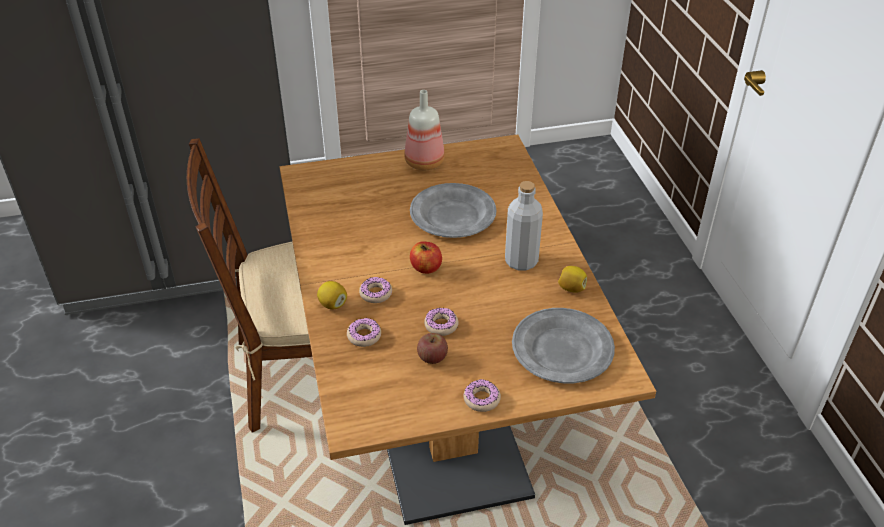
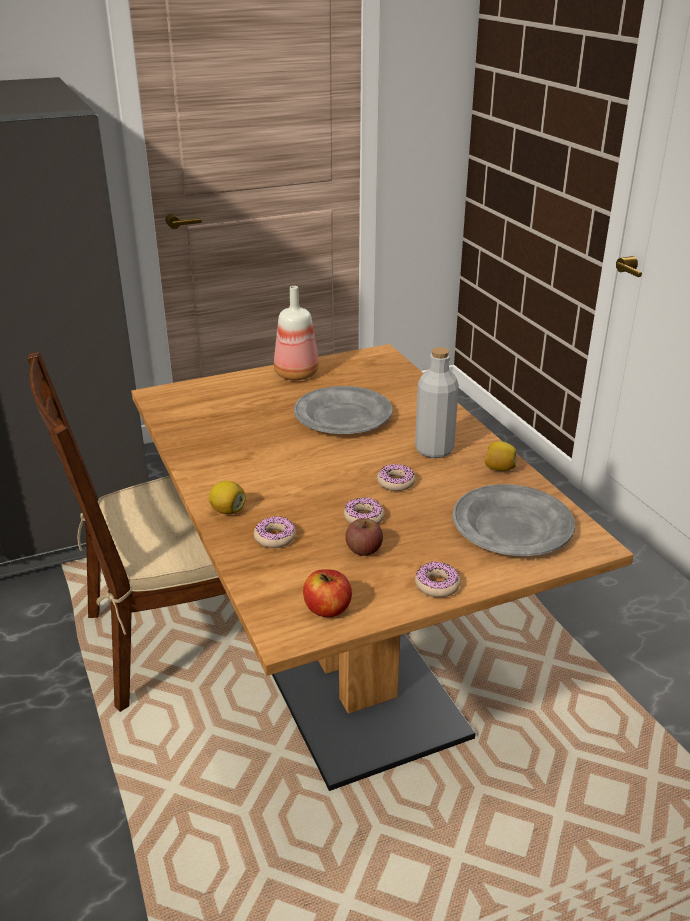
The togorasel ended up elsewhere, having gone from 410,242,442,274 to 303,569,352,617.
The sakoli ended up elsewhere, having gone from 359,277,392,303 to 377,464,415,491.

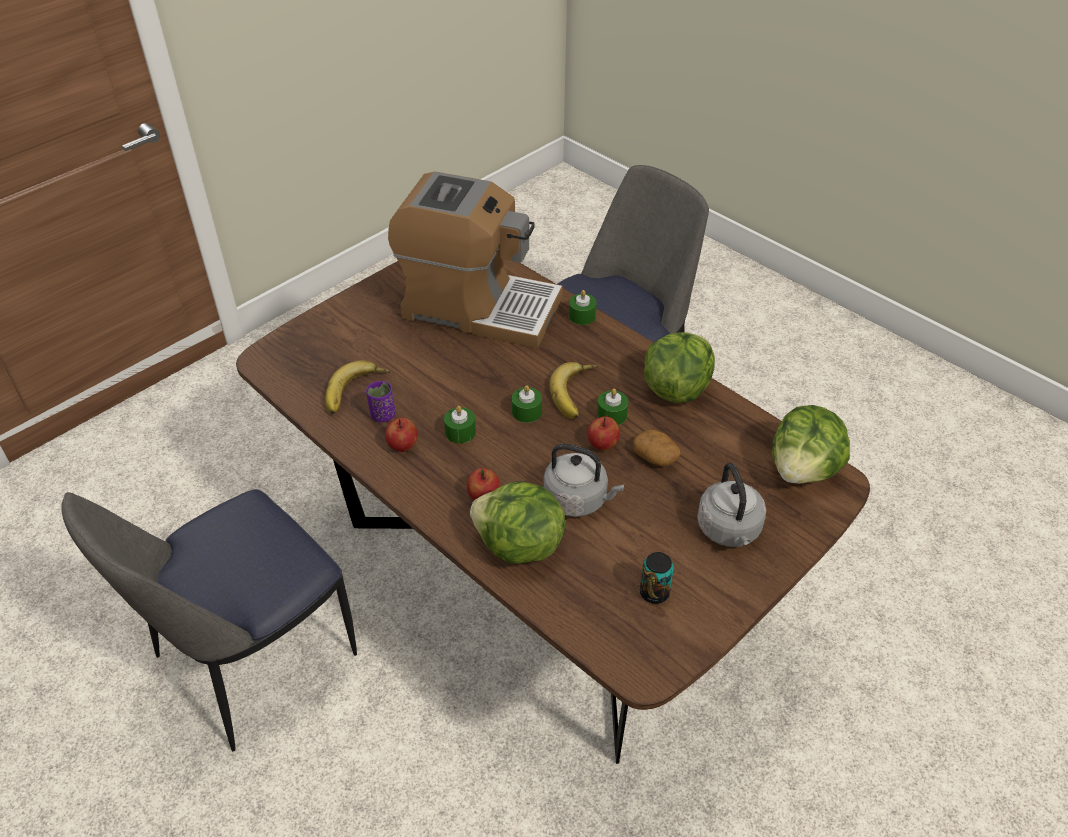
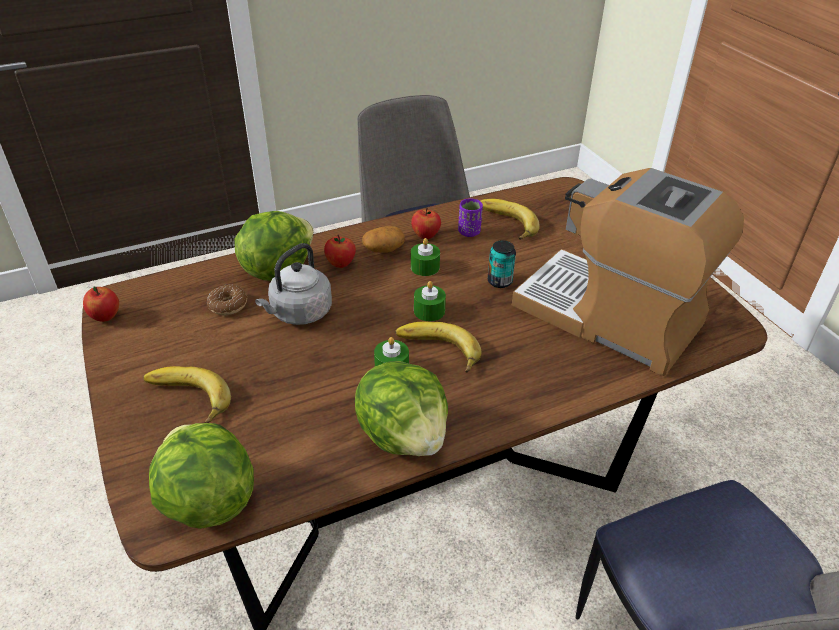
The togorasel ended up elsewhere, having gone from 587,416,620,450 to 83,287,119,322.
Where the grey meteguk stood at 697,463,766,547, the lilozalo came to stand at 143,366,231,423.
The second view gained the sakoli at 207,284,247,315.
The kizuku ended up elsewhere, having gone from 633,430,681,466 to 362,226,405,253.
The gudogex ended up elsewhere, having gone from 640,552,674,604 to 488,240,516,288.
The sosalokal at 388,172,563,348 ended up facing another way, 90 degrees clockwise from before.
The second view lost the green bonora at 569,290,597,325.

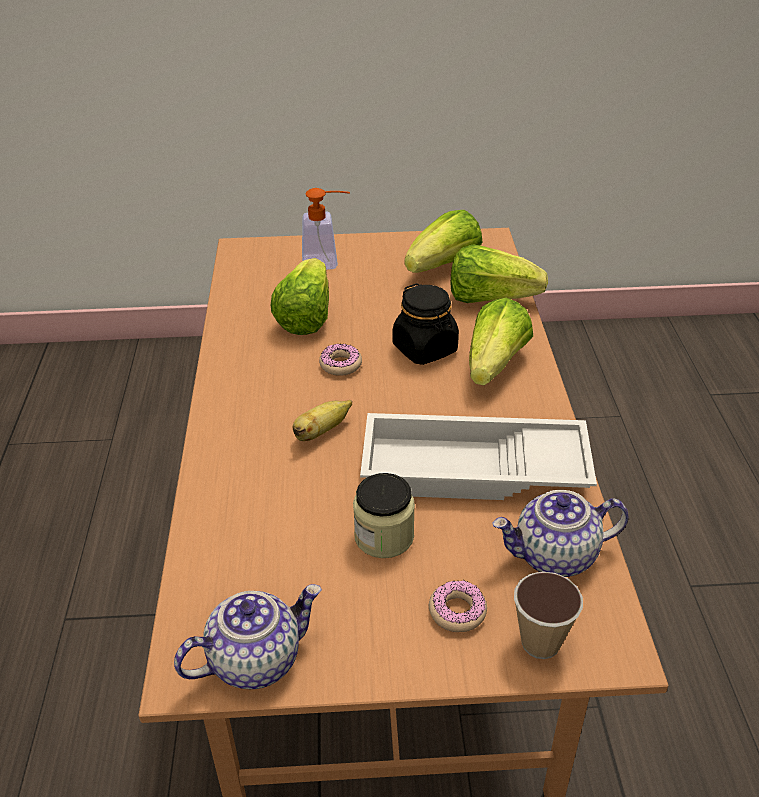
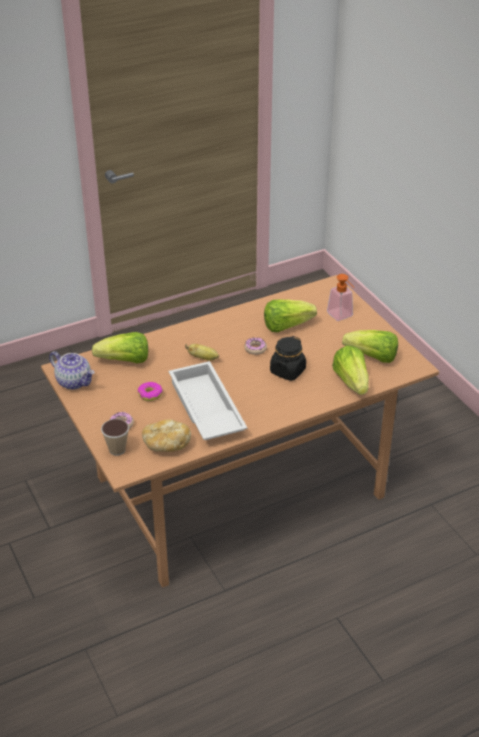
The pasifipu ended up elsewhere, having gone from 469,298,533,385 to 92,332,148,363.
Where the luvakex stood at 353,473,415,558, the sakoli came to stand at 138,382,163,401.
Where the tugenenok stood at 492,490,629,577, the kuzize came to stand at 142,419,191,452.

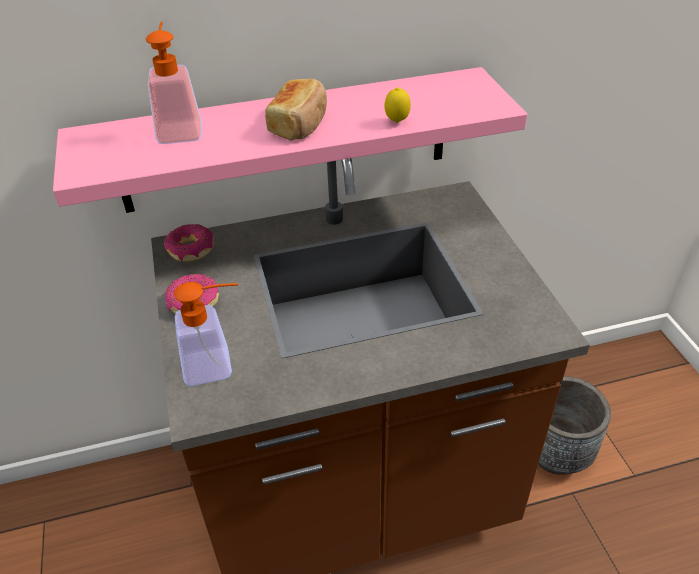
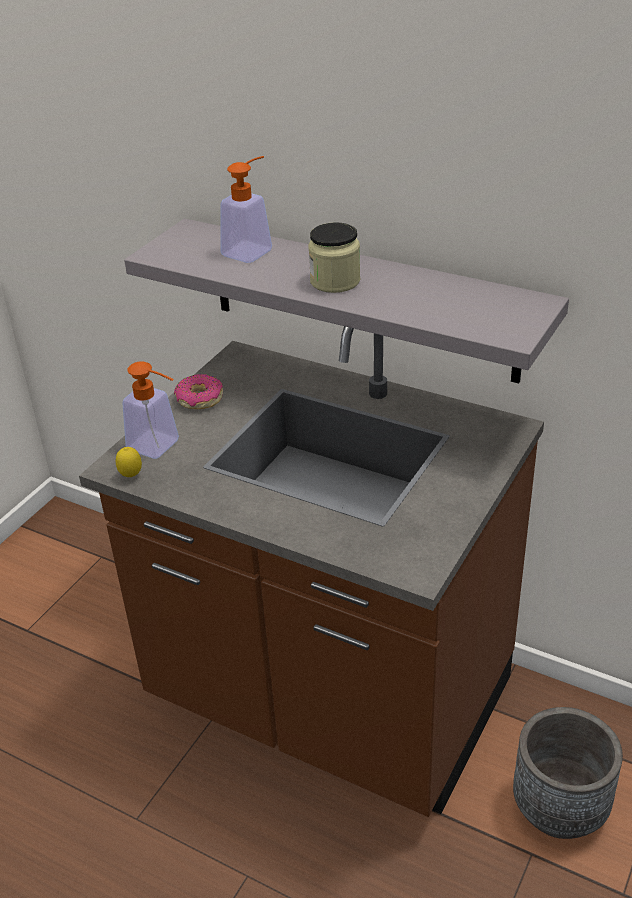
The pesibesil ended up elsewhere, having gone from 384,87,411,123 to 116,447,142,477.
What was the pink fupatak at 53,67,527,213 turned into the grey fupatak at 124,219,569,383.
Where the kuzize stood at 265,79,327,141, the luvakex came to stand at 308,222,360,293.
The second view lost the sakoli at 164,224,214,262.

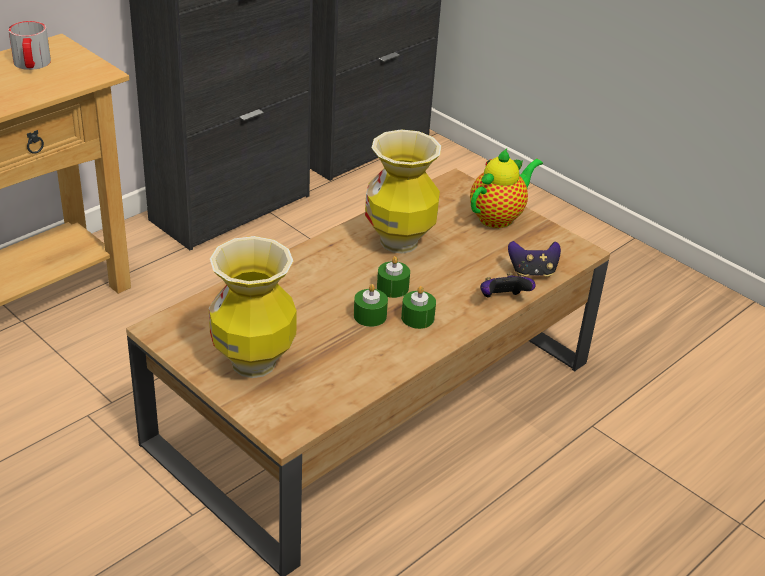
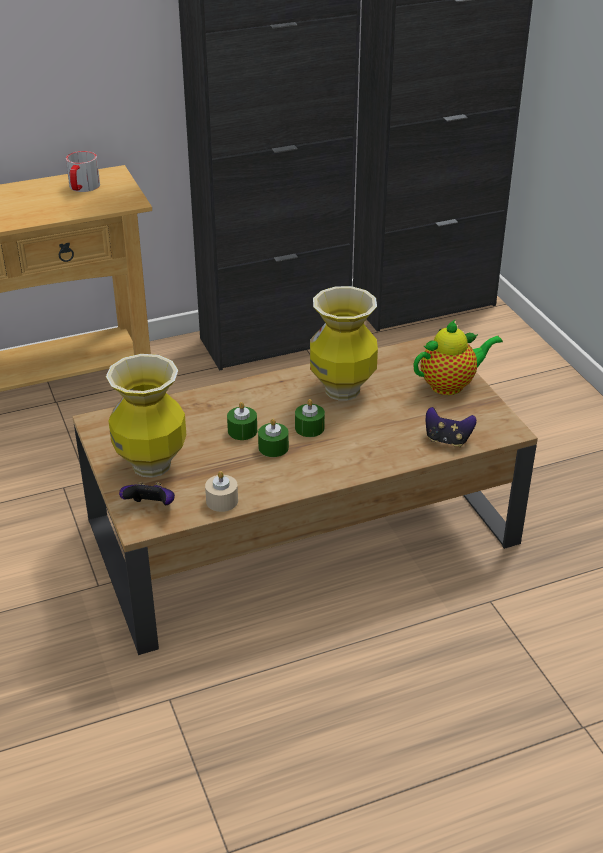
The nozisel ended up elsewhere, having gone from 480,273,536,297 to 119,482,175,505.
The second view gained the beige bonora at 205,471,238,512.
The green bonora ended up elsewhere, having gone from 401,286,436,329 to 227,402,257,440.

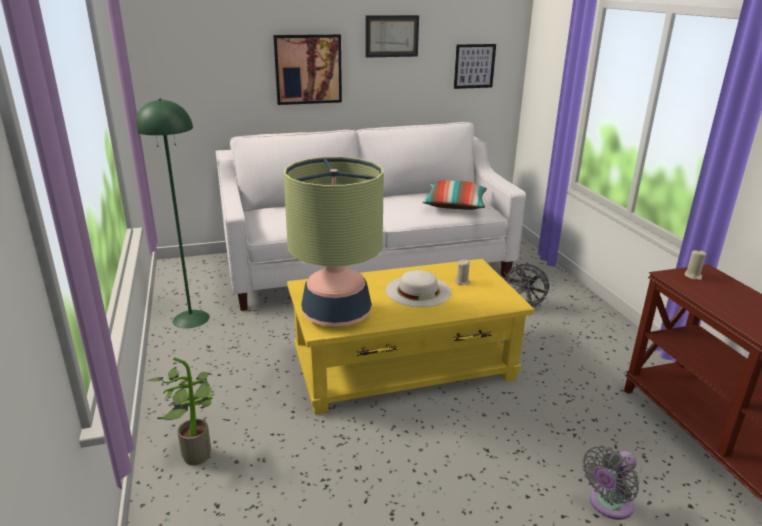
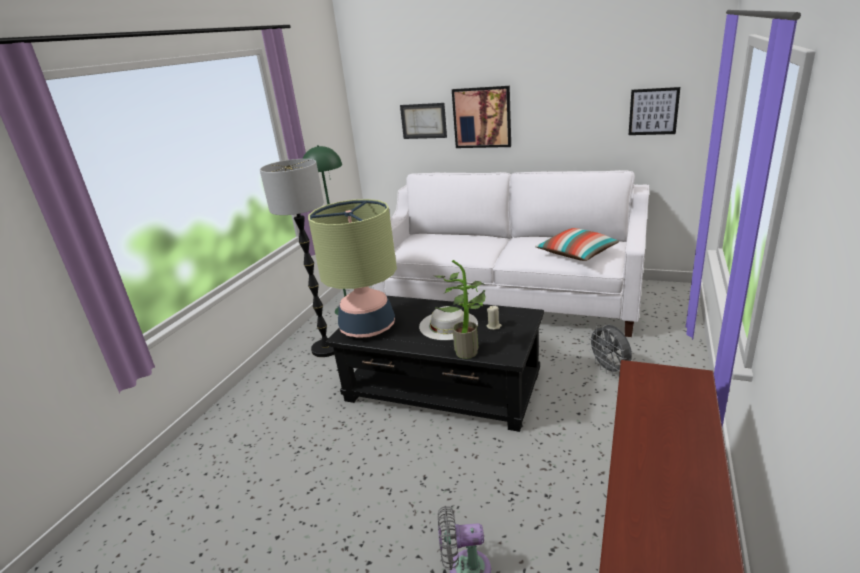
The second view gained the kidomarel at 260,159,334,357.
What was the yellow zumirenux at 287,259,535,415 turned into the black zumirenux at 325,296,544,432.
The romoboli ended up elsewhere, having gone from 365,15,419,58 to 400,103,447,139.
The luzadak ended up elsewhere, having gone from 146,357,213,465 to 432,260,486,359.
The second view lost the beige bonora at 684,250,706,280.

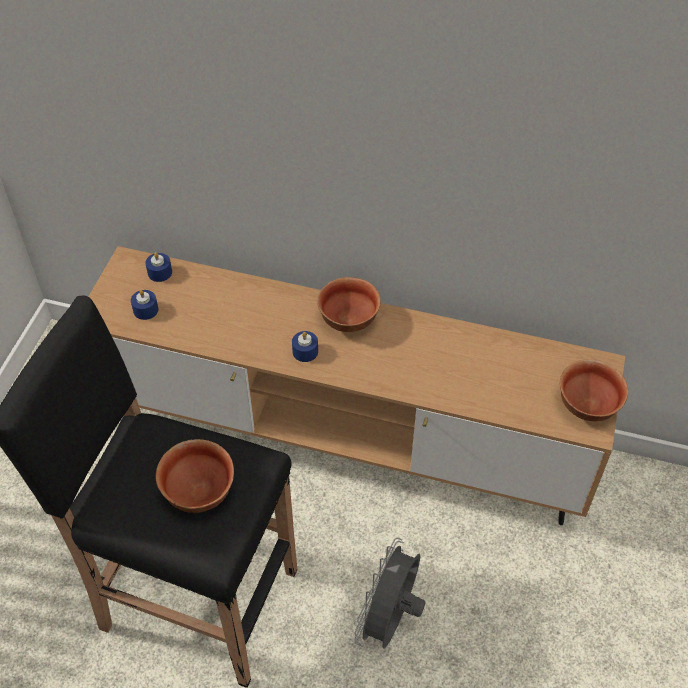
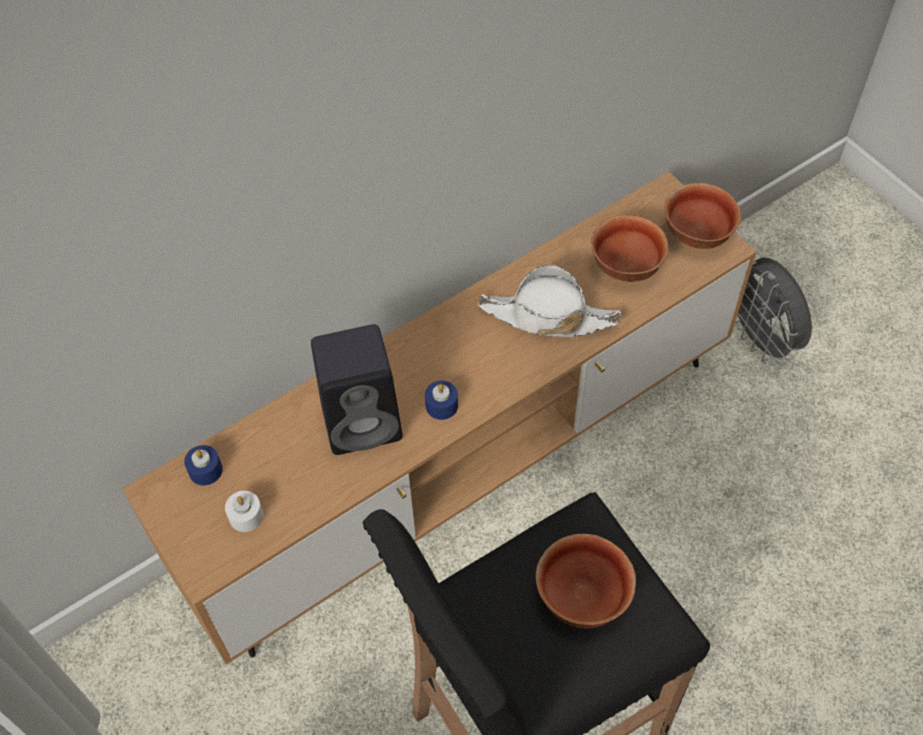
What was the blue bonora at 131,290,158,320 turned into the white bonora at 225,491,263,532.
The second view gained the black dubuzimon at 311,324,402,455.
The second view gained the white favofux at 478,265,621,337.
The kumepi ended up elsewhere, having gone from 317,277,381,332 to 591,215,668,282.
The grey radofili ended up elsewhere, having gone from 354,538,426,649 to 735,257,812,366.

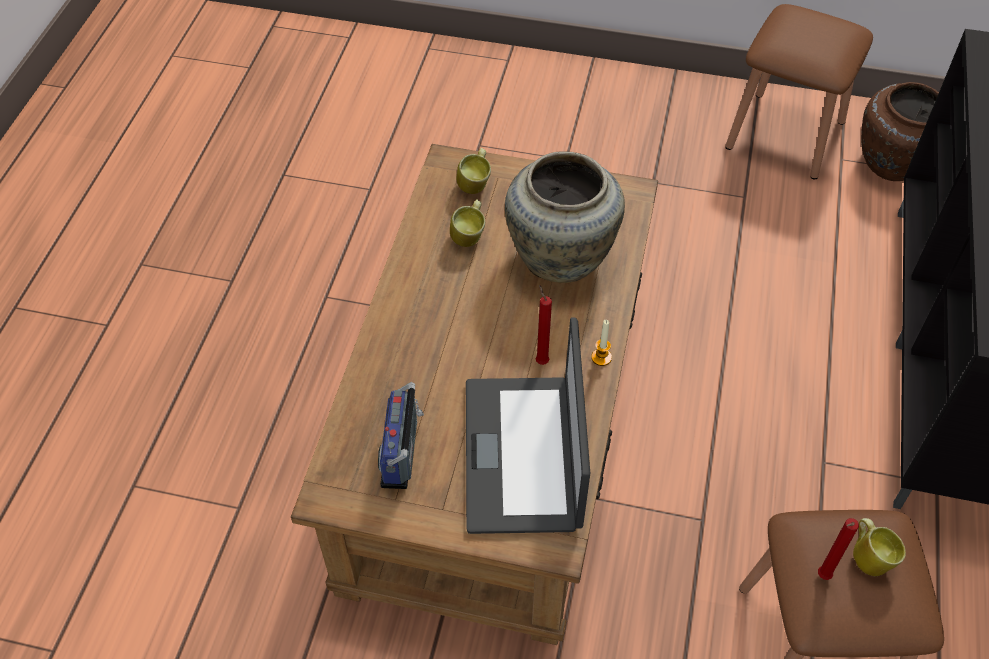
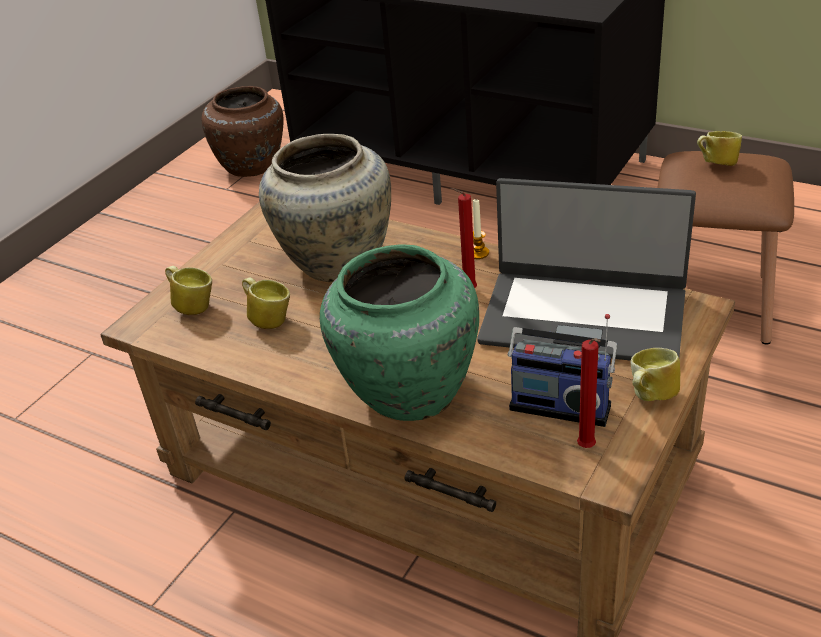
The second view gained the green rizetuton at 320,244,479,421.
The red bonora ended up elsewhere, having gone from 818,518,859,580 to 577,338,601,448.
The second view gained the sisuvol at 630,348,680,401.
The second view lost the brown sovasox at 725,4,873,180.

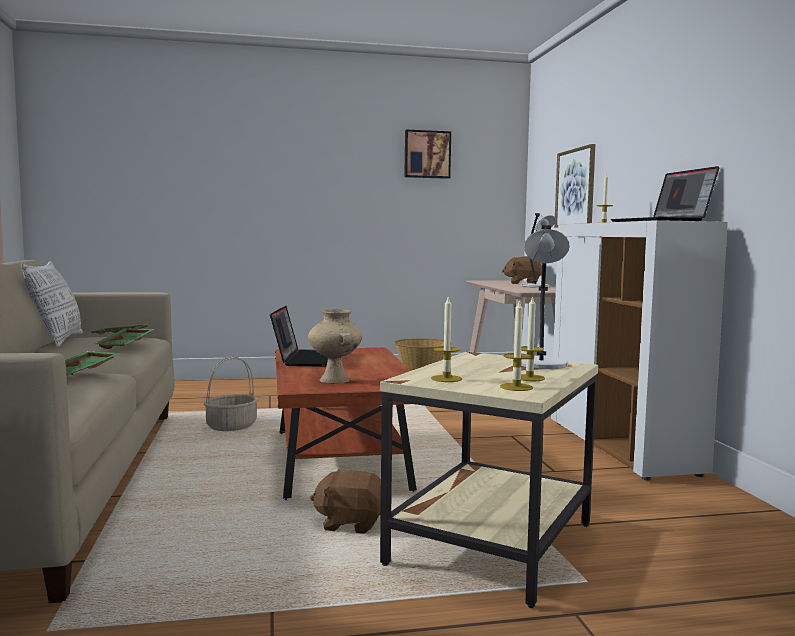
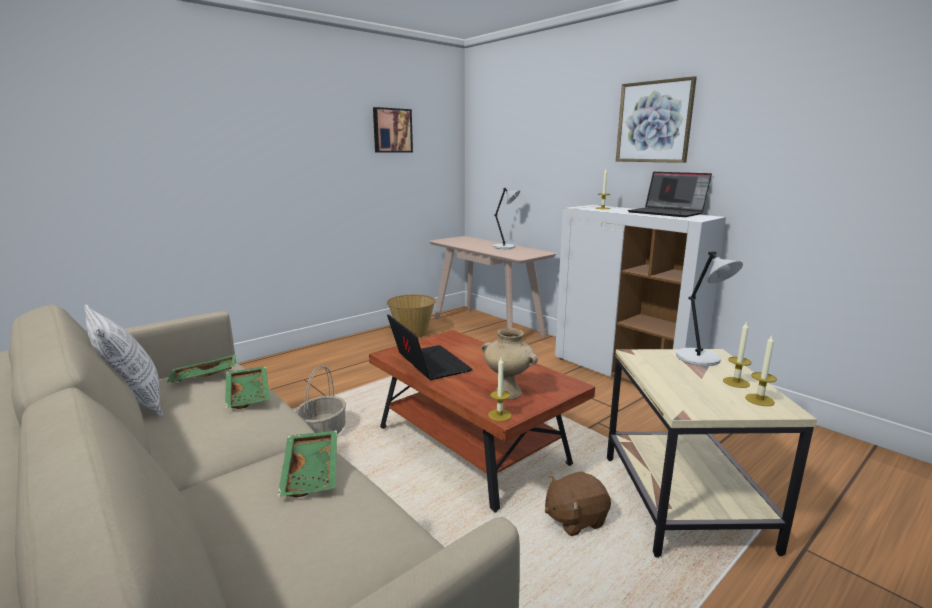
The bonora ended up elsewhere, having gone from 431,297,462,382 to 488,358,512,421.
The romoboli ended up elsewhere, having gone from 554,144,596,228 to 616,76,697,163.
The second view lost the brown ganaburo at 502,256,542,284.

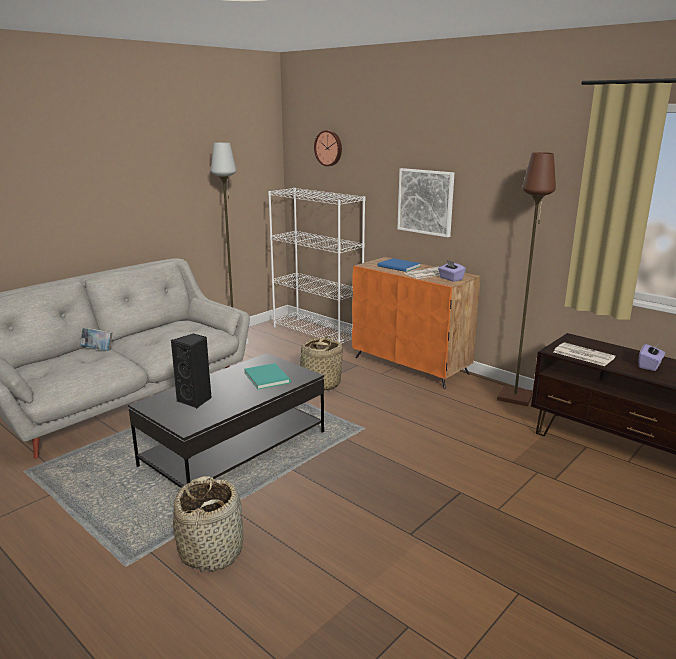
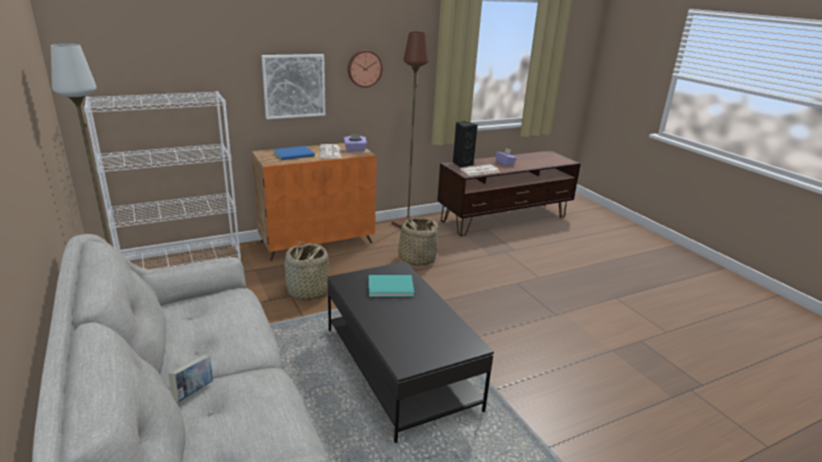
The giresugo ended up elsewhere, having gone from 314,130,342,166 to 348,50,383,88.
The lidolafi ended up elsewhere, having gone from 173,476,243,573 to 394,217,440,266.
The black dubuzimon ended up elsewhere, having gone from 171,333,212,409 to 453,121,478,168.

